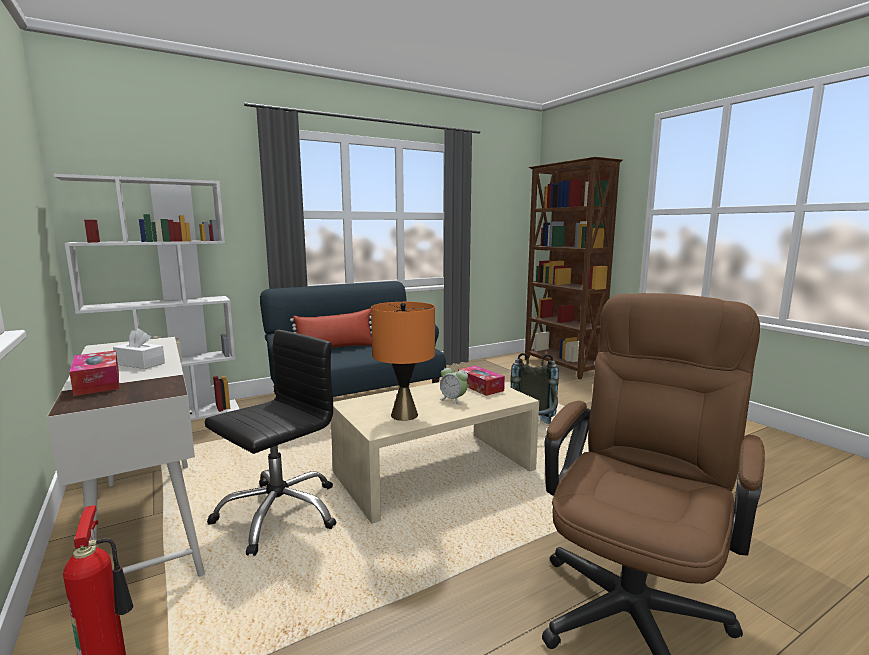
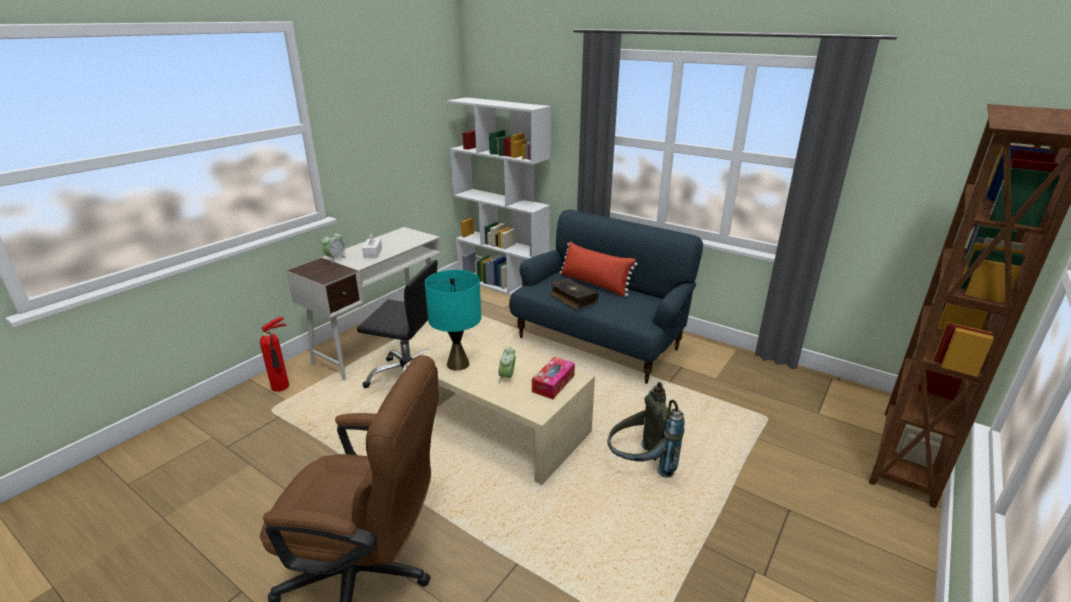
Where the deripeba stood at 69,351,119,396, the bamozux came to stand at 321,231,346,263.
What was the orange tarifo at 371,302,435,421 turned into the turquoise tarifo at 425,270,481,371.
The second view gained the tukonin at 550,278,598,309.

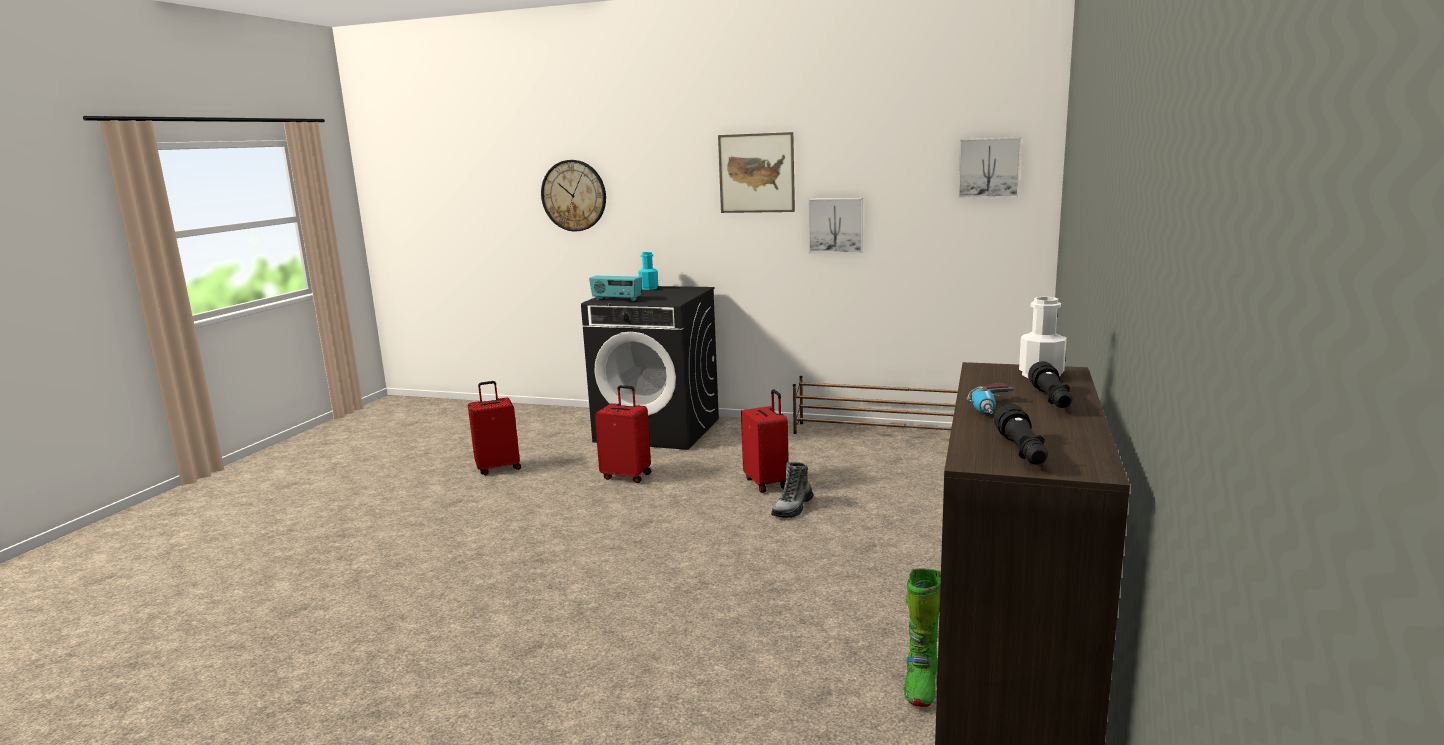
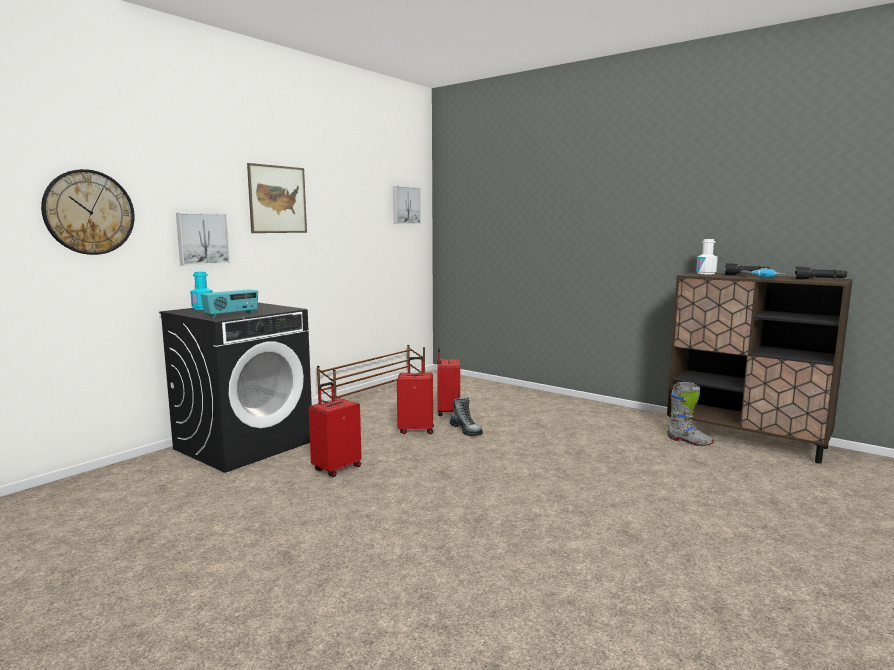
The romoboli ended up elsewhere, having gone from 808,198,863,253 to 176,213,230,266.
The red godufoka ended up elsewhere, having gone from 468,381,521,475 to 437,347,460,416.
What was the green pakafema at 904,569,941,707 turned into the grey pakafema at 667,382,714,446.

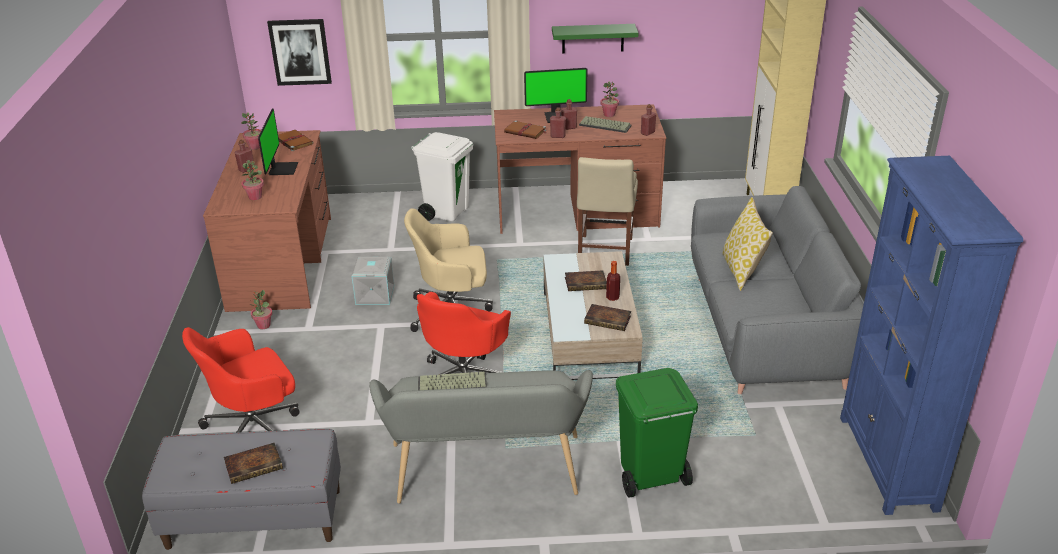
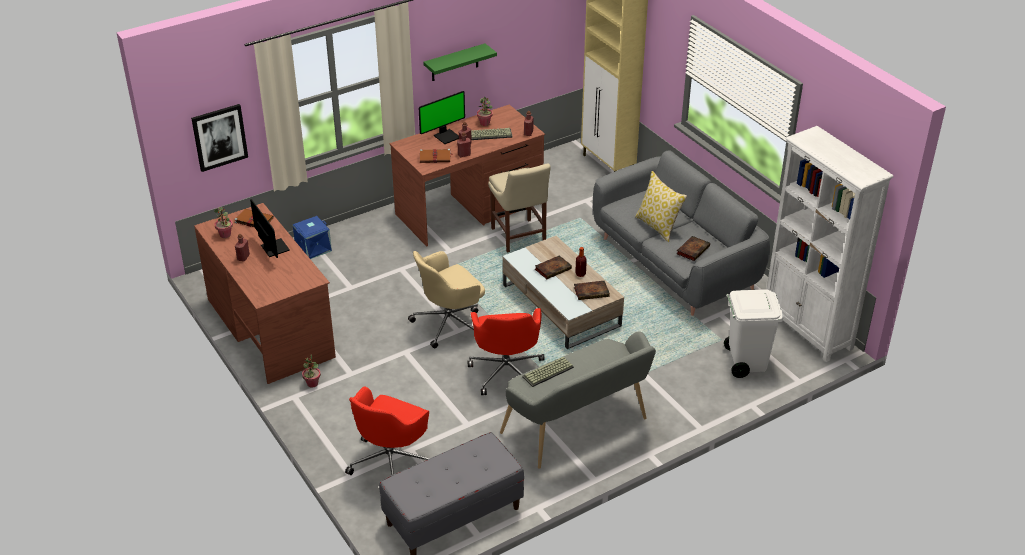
The second view gained the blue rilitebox at 293,216,332,259.
The tukonin ended up elsewhere, having gone from 224,443,283,484 to 677,236,710,261.
The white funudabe ended up elsewhere, having gone from 411,132,473,222 to 724,289,784,378.
What was the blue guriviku at 840,156,1023,515 turned into the white guriviku at 766,126,893,362.
The second view lost the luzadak at 241,160,264,200.
The second view lost the grey rilitebox at 352,256,394,305.
The second view lost the green funudabe at 616,368,698,498.

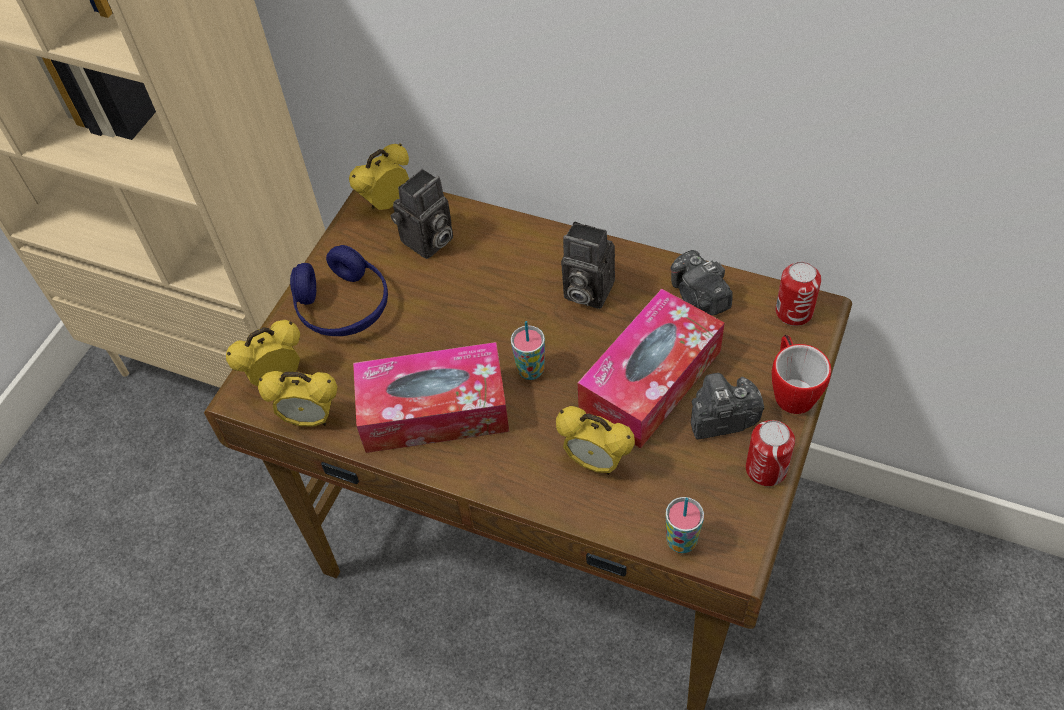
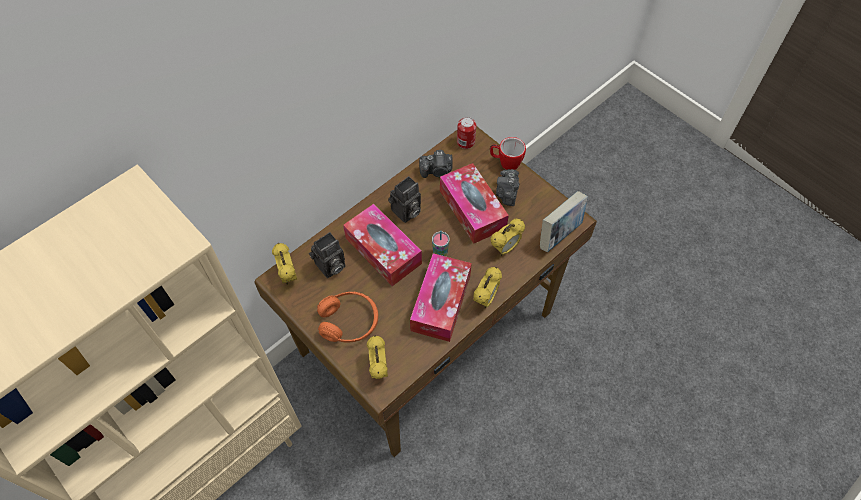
The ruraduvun at 391,169,453,259 ended up facing another way, 75 degrees clockwise from before.
What was the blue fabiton at 290,245,388,336 turned into the orange fabiton at 317,292,378,343.
The second view gained the deripeba at 343,204,422,286.
The bamozux ended up elsewhere, having gone from 258,371,338,427 to 473,267,502,308.
Where the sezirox stood at 666,497,704,553, the tukonin came to stand at 540,191,588,252.
The second view lost the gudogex at 746,420,795,486.

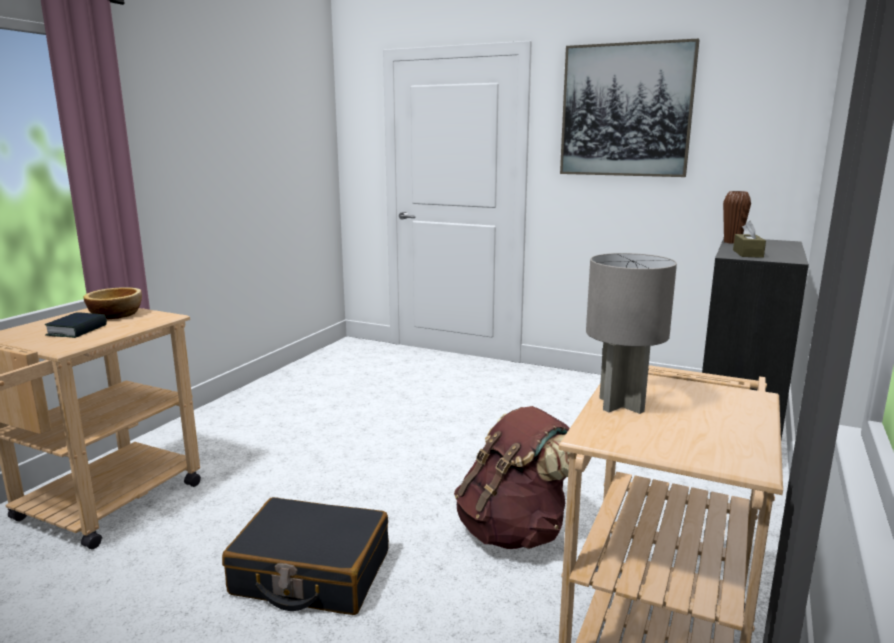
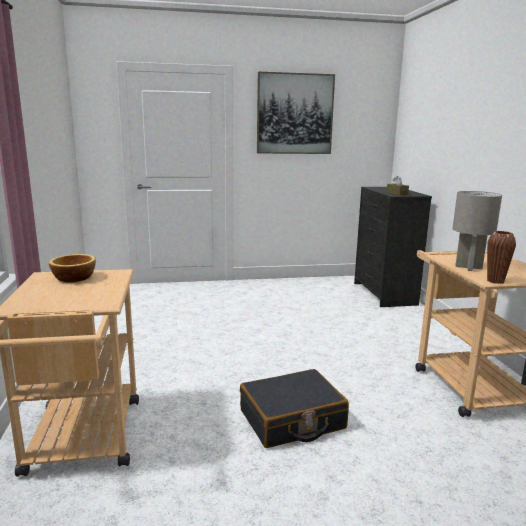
The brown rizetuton ended up elsewhere, having gone from 723,191,751,244 to 487,231,516,284.
The second view lost the tukonin at 45,312,107,338.
The second view lost the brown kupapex at 454,406,570,549.

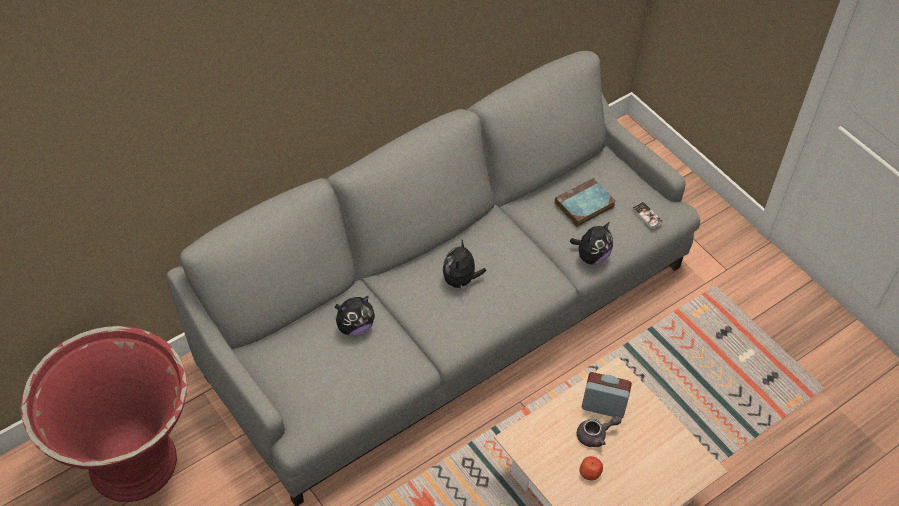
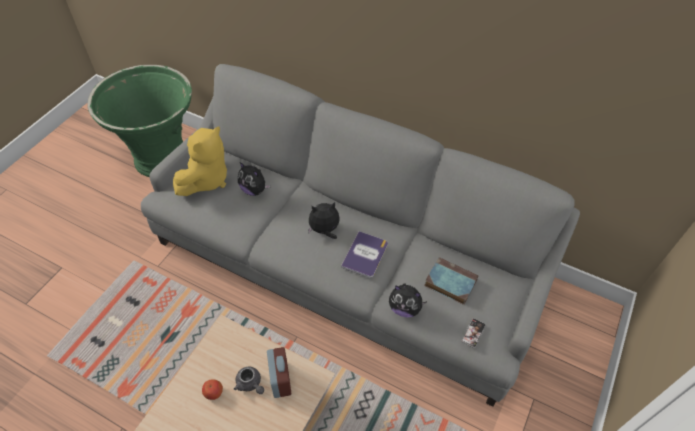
What was the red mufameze at 21,326,187,502 turned into the green mufameze at 87,65,192,177.
The second view gained the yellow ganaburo at 173,126,227,196.
The second view gained the tukonin at 341,231,388,278.

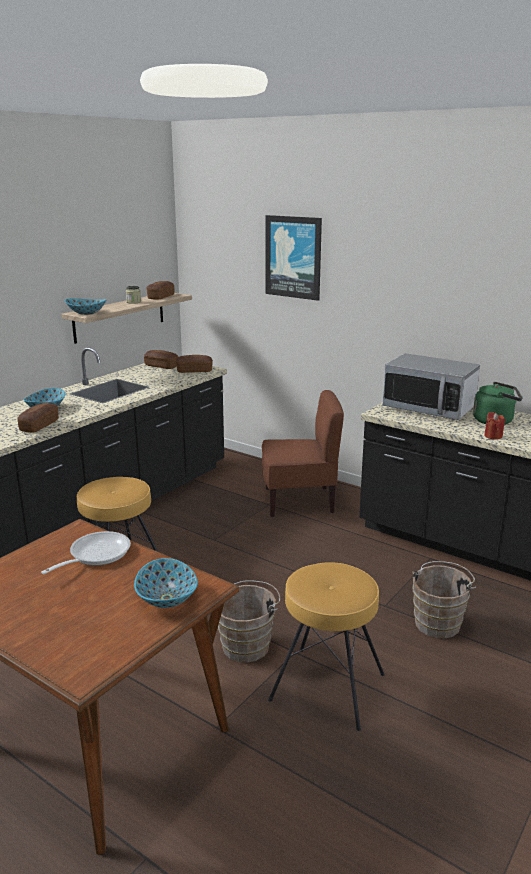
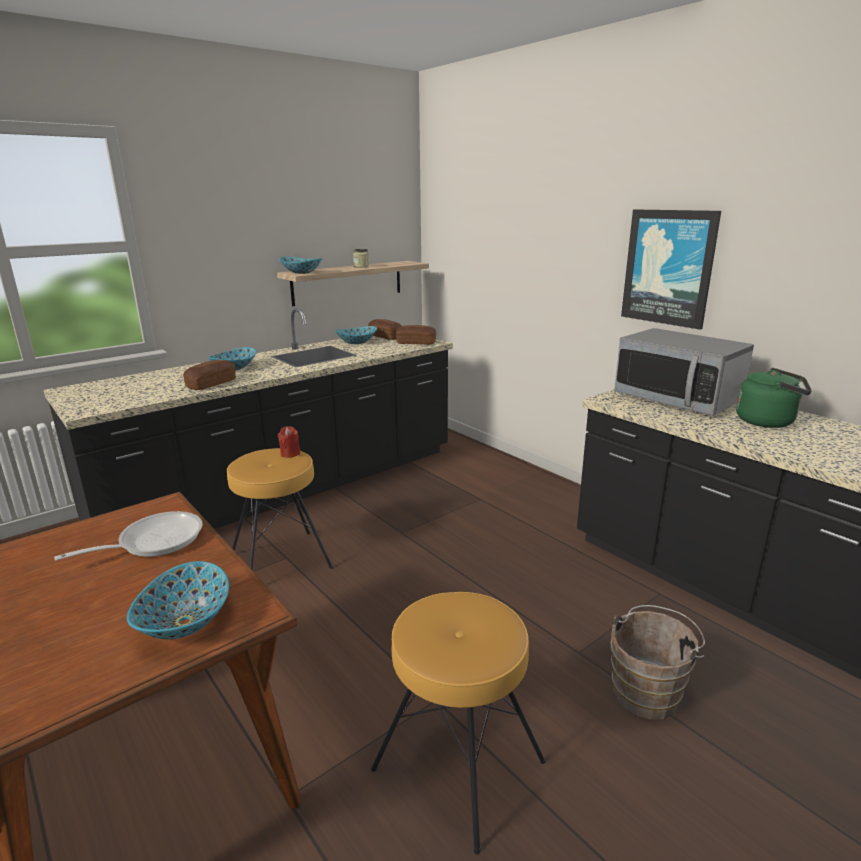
The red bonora ended up elsewhere, having gone from 484,412,505,440 to 278,426,300,458.
The second view gained the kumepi at 335,326,377,344.
The romoboli ended up elsewhere, having gone from 266,215,322,301 to 621,209,721,330.
The second view lost the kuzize at 146,281,175,300.
The second view lost the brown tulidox at 218,580,280,663.
The second view lost the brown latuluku at 262,390,344,517.

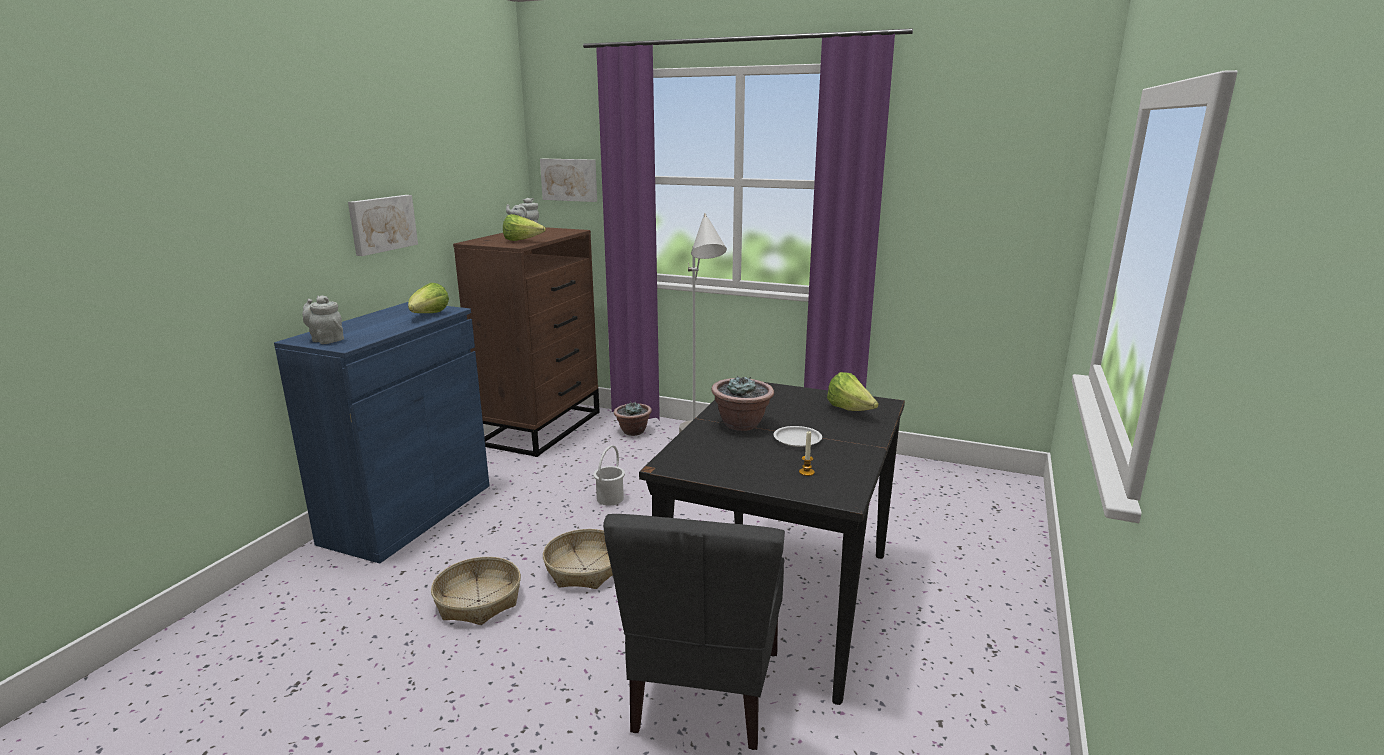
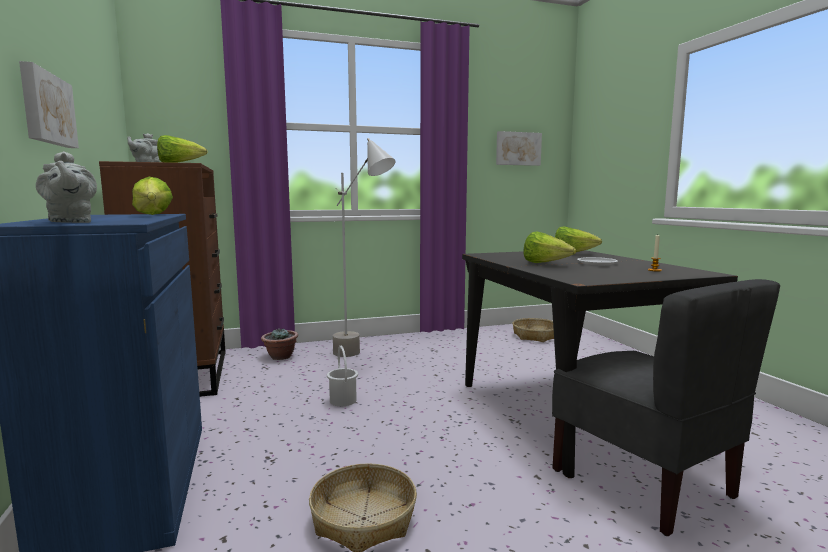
The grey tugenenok at 302,295,344,344 ended up facing another way, 120 degrees counterclockwise from before.
The romoboli ended up elsewhere, having gone from 540,159,597,202 to 496,131,542,166.
The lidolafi ended up elsewhere, having gone from 543,529,613,589 to 513,318,554,342.
Where the luzadak stood at 711,376,774,431, the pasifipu came to stand at 523,231,576,263.

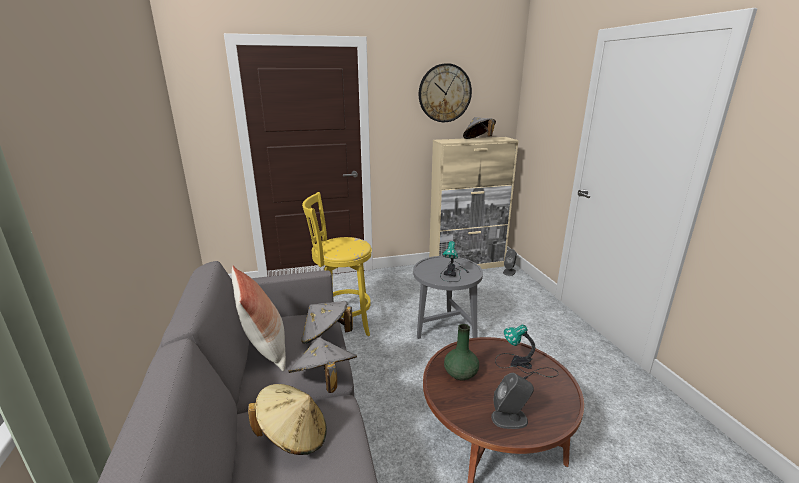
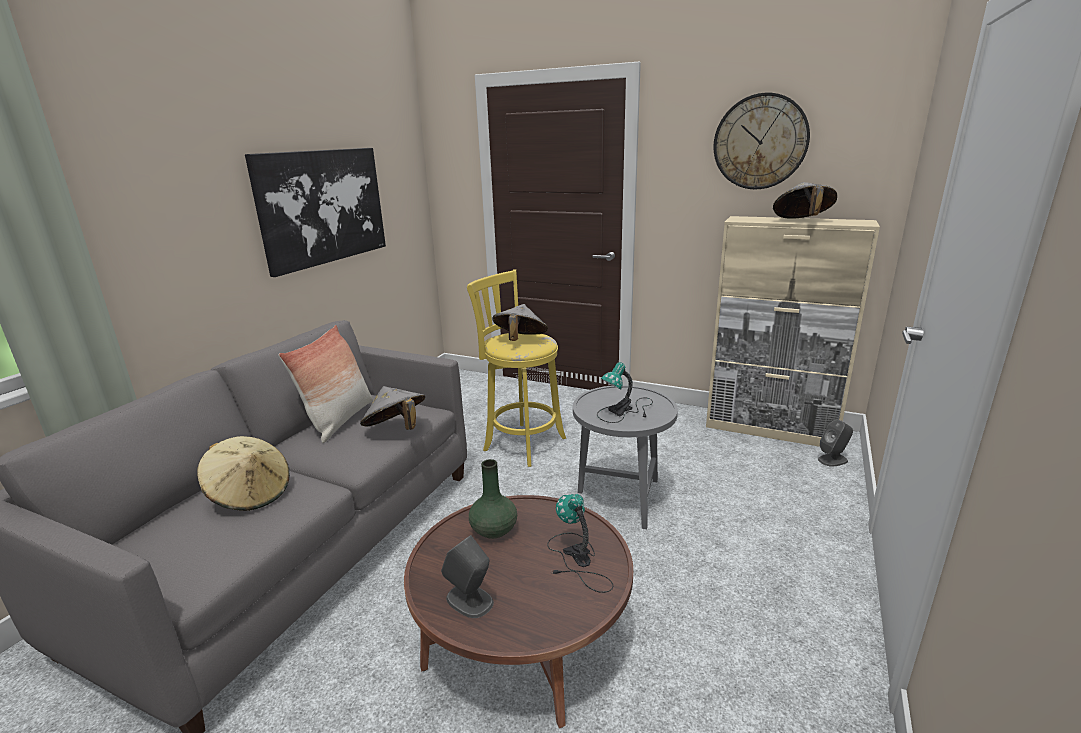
The second view gained the romoboli at 245,148,386,277.
The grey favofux ended up elsewhere, having gone from 288,337,357,393 to 492,304,548,341.

